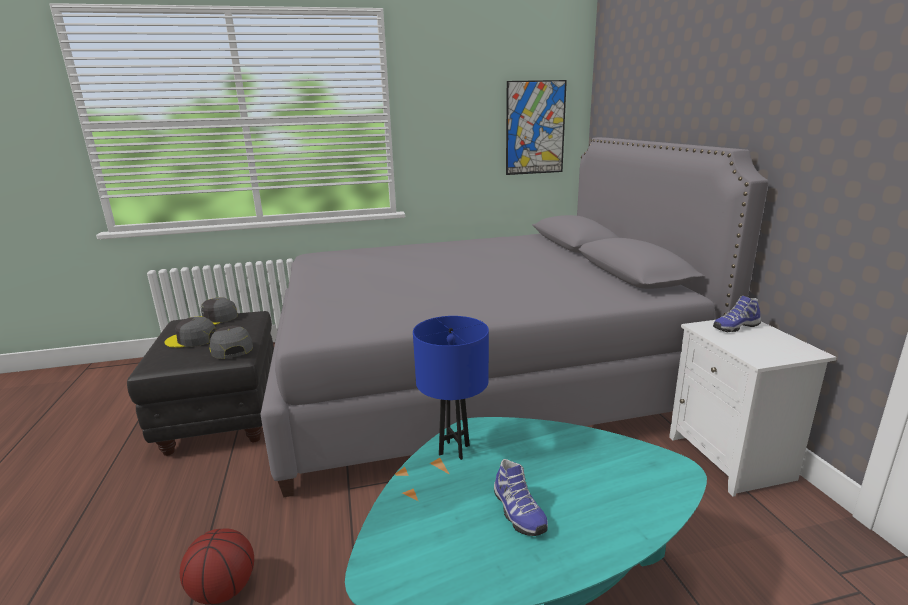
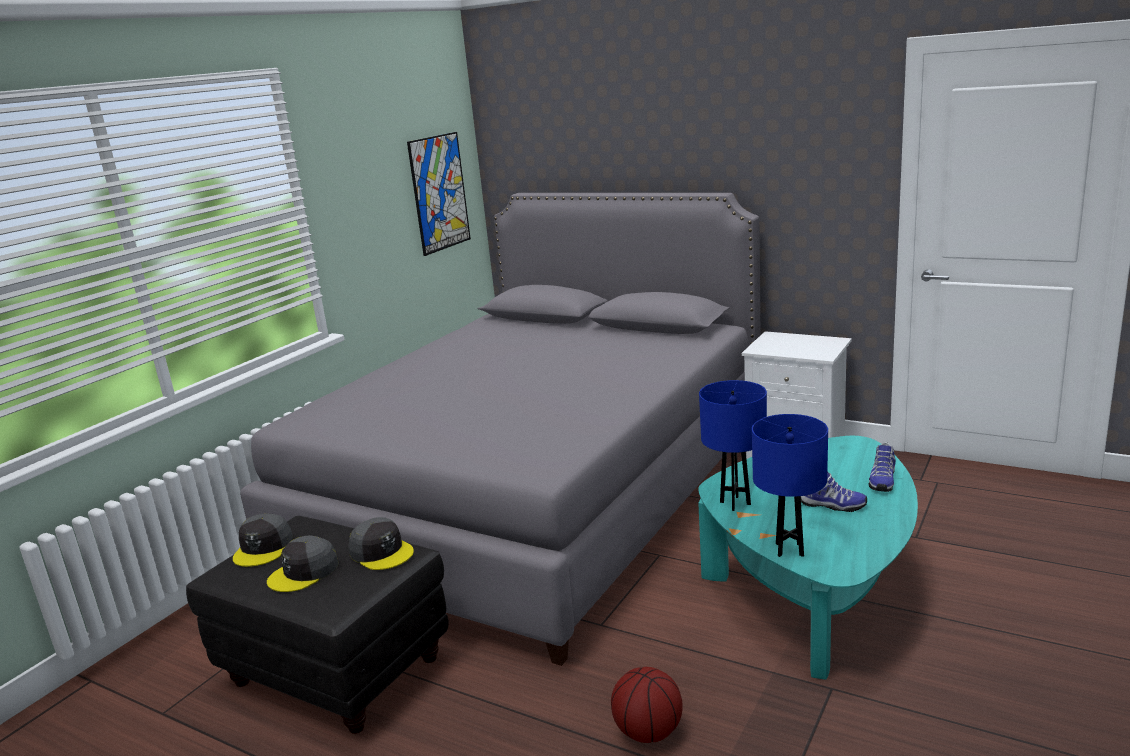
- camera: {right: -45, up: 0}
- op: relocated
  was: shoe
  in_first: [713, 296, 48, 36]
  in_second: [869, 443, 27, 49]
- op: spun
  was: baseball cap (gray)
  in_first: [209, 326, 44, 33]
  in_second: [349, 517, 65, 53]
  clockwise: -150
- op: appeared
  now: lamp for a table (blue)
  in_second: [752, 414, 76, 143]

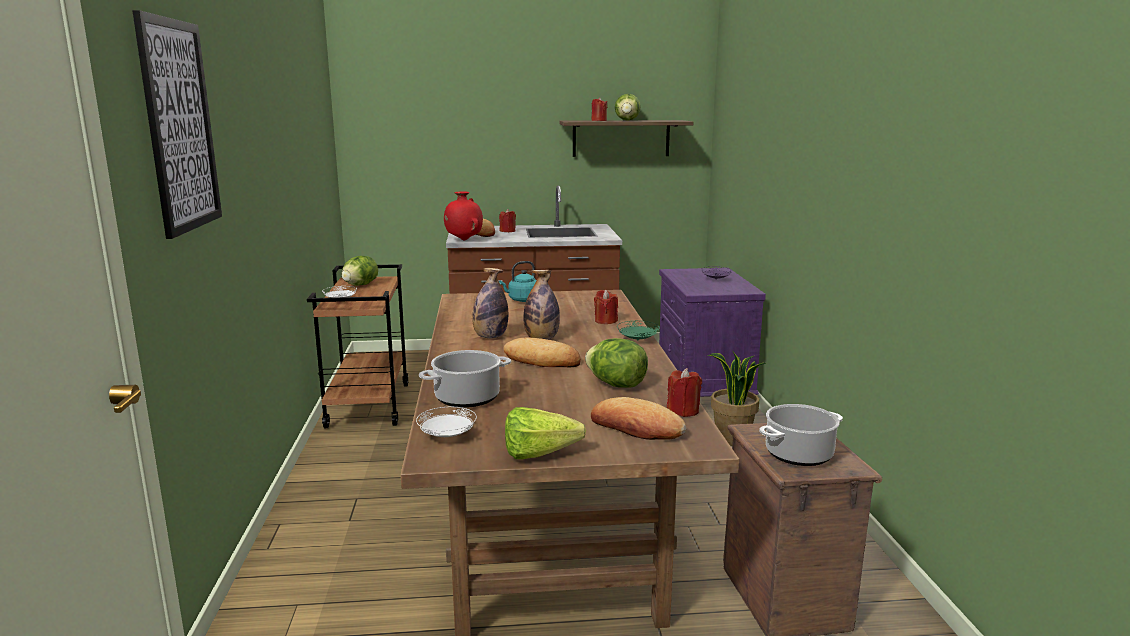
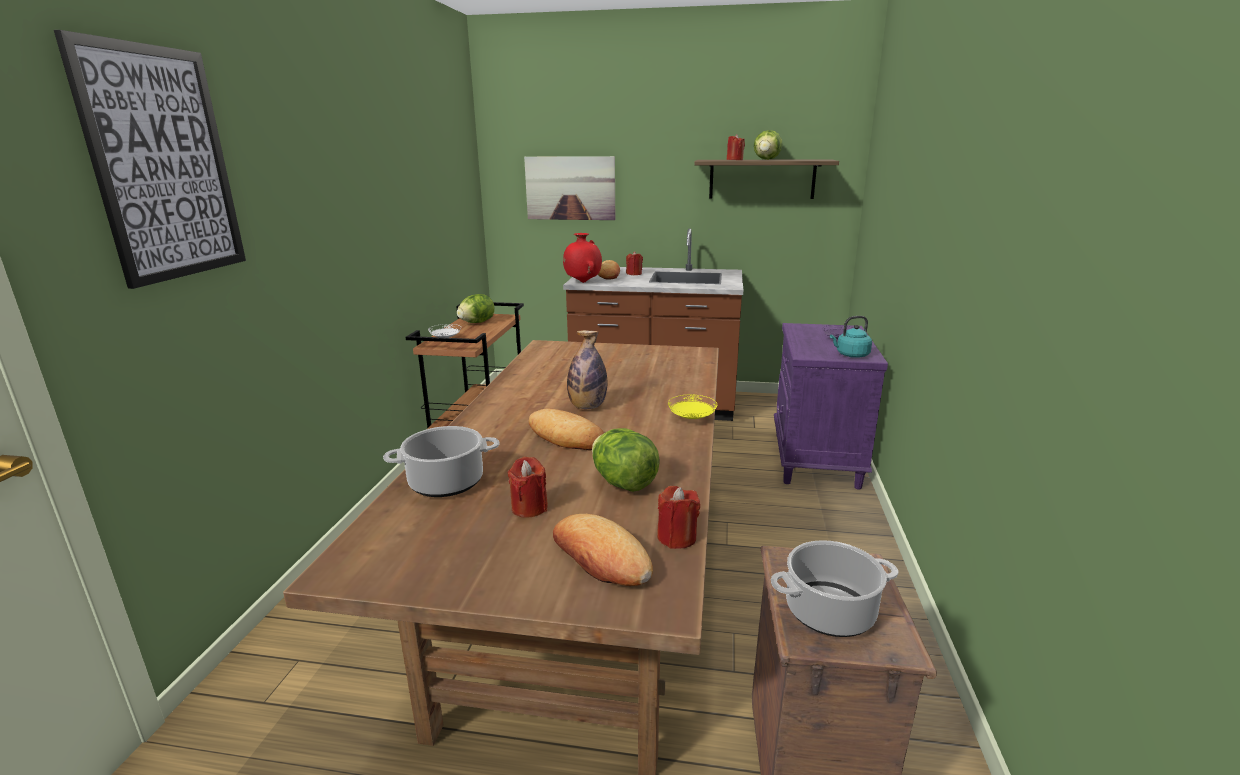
- camera: {right: 15, up: 5}
- op: relocated
  was: kettle (turquoise-coloured)
  in_first: [499, 261, 38, 41]
  in_second: [830, 316, 42, 42]
- op: missing
  was: beverage bottle
  in_first: [472, 268, 36, 70]
- op: relocated
  was: wax light (red-coloured)
  in_first: [594, 290, 24, 34]
  in_second: [507, 457, 41, 61]
- op: colour
  was: flat dish (green-coloured)
  now: flat dish (yellow-coloured)
  in_first: [617, 321, 43, 19]
  in_second: [668, 394, 49, 25]
- op: missing
  was: houseplant
  in_first: [708, 350, 58, 96]
- op: missing
  was: flat dish (white)
  in_first: [416, 407, 61, 30]
- op: missing
  was: head of lettuce
  in_first: [505, 407, 81, 52]
- op: appeared
  now: wall art
  in_second: [524, 156, 91, 64]

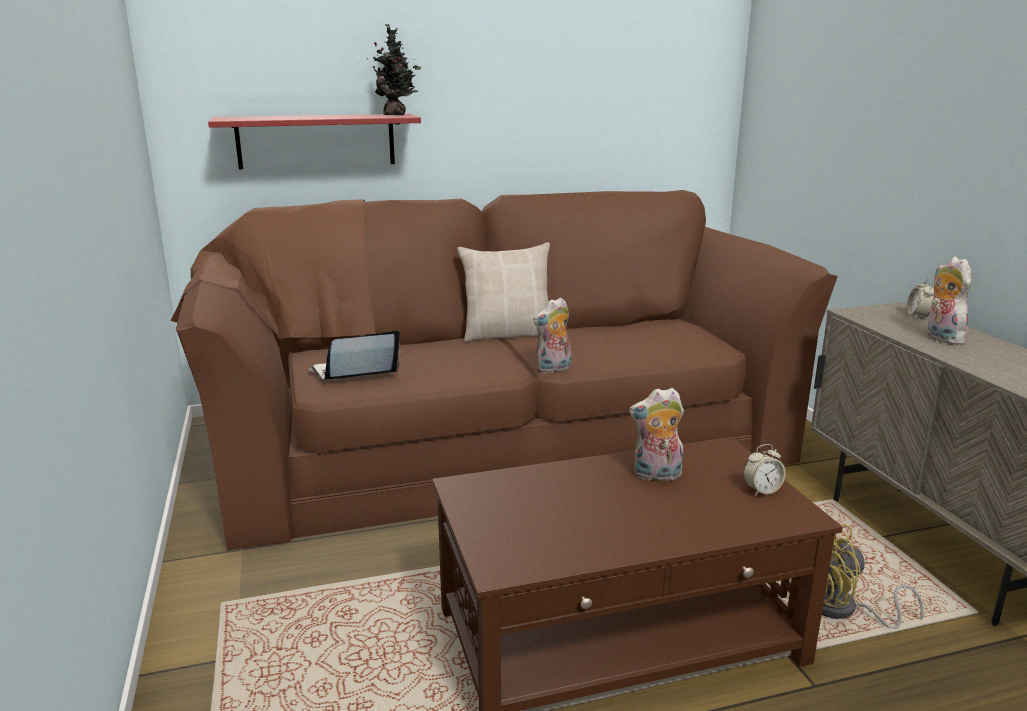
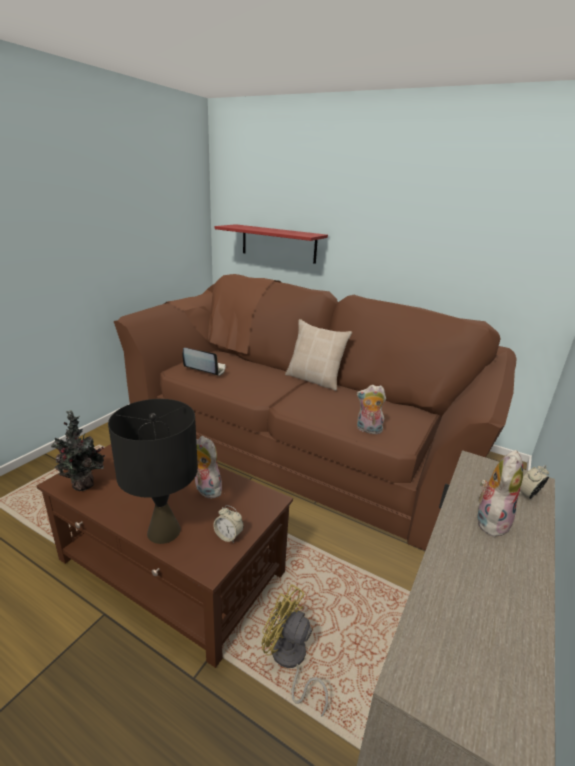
- camera: {right: 45, up: 5}
- op: relocated
  was: houseplant
  in_first: [373, 24, 48, 91]
  in_second: [51, 410, 55, 81]
- op: relocated
  was: cuddly toy
  in_first: [533, 297, 38, 77]
  in_second: [357, 385, 29, 49]
- op: appeared
  now: lamp for a table (blackish)
  in_second: [108, 399, 90, 145]

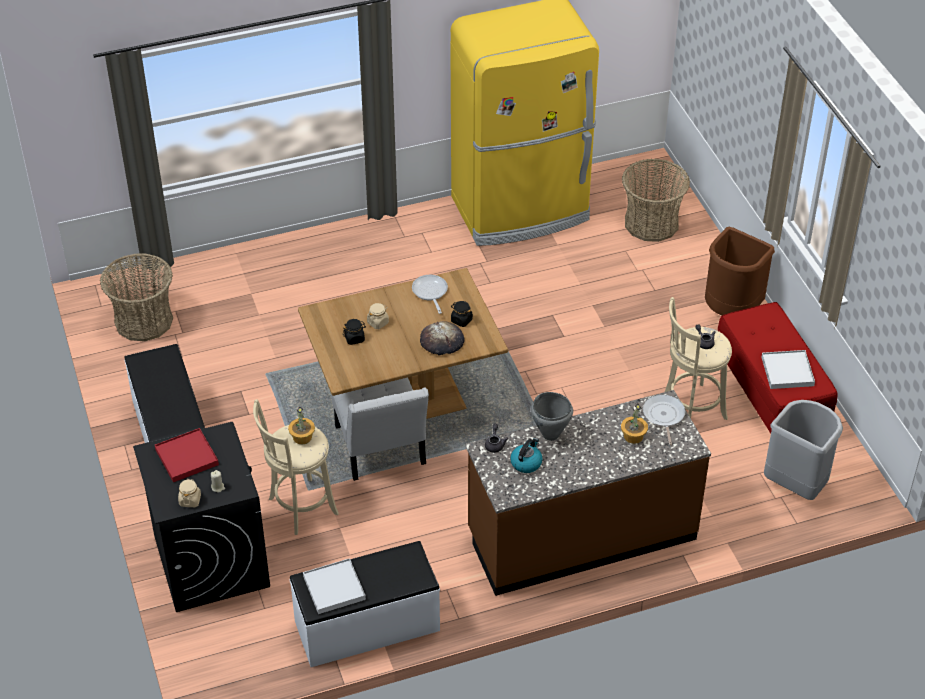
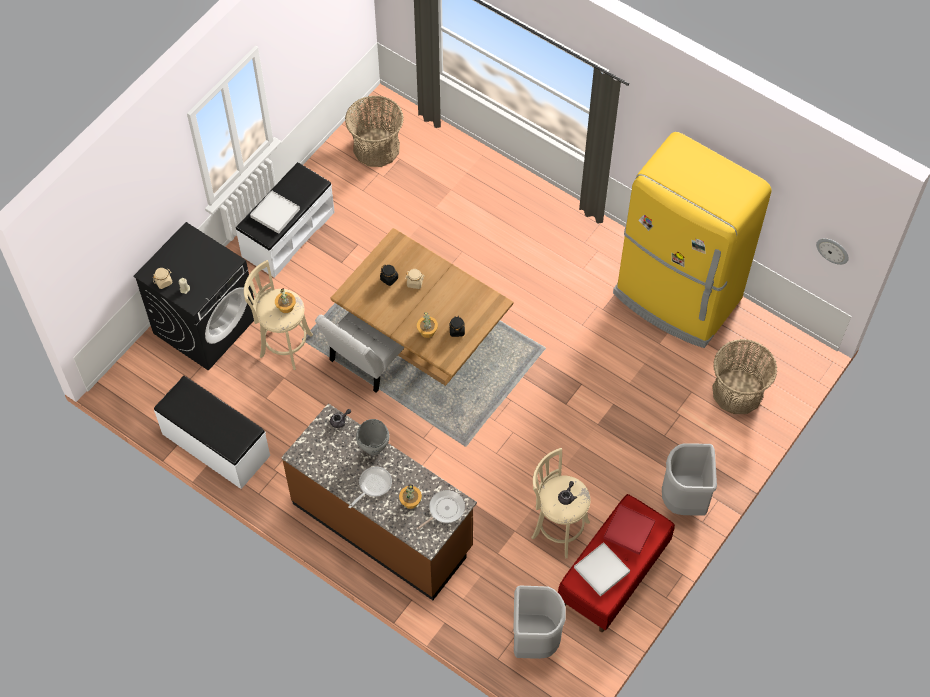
- camera: {right: 55, up: 15}
- op: colour
  was: trash can (brownish)
  now: trash can (gray)
  in_first: [705, 227, 70, 88]
  in_second: [662, 443, 55, 73]
- op: relocated
  was: frying pan
  in_first: [412, 275, 36, 39]
  in_second: [348, 467, 44, 41]
- op: exchanged
  was: baked bread
  now: houseplant
  in_first: [420, 321, 45, 34]
  in_second: [417, 312, 21, 26]
- op: relocated
  was: tray (red-coloured)
  in_first: [155, 428, 64, 54]
  in_second: [603, 504, 53, 51]
- op: missing
  was: kettle
  in_first: [510, 438, 32, 35]
- op: relocated
  was: tray (white)
  in_first: [303, 558, 63, 56]
  in_second: [250, 190, 50, 44]
- op: appeared
  now: clock on the wall
  in_second: [816, 238, 33, 27]

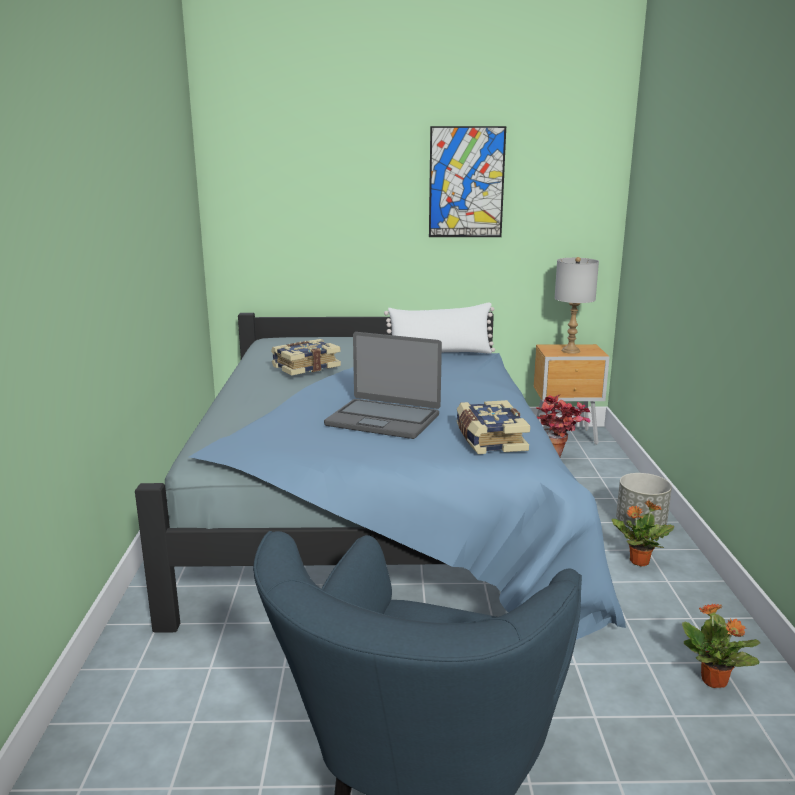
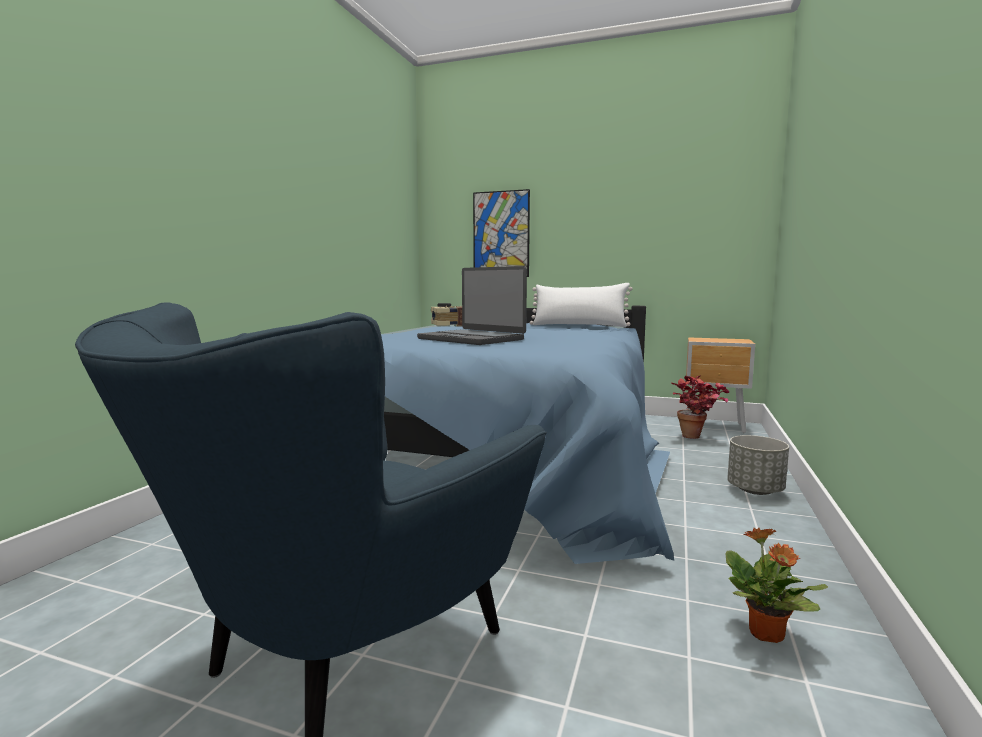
- camera: {right: 20, up: -10}
- op: relocated
  was: wall art
  in_first: [429, 126, 77, 111]
  in_second: [473, 189, 57, 88]
- op: missing
  was: lamp for a table (gray)
  in_first: [555, 257, 44, 97]
- op: missing
  was: bound book
  in_first: [457, 400, 73, 54]
- op: missing
  was: houseplant
  in_first: [612, 500, 62, 67]

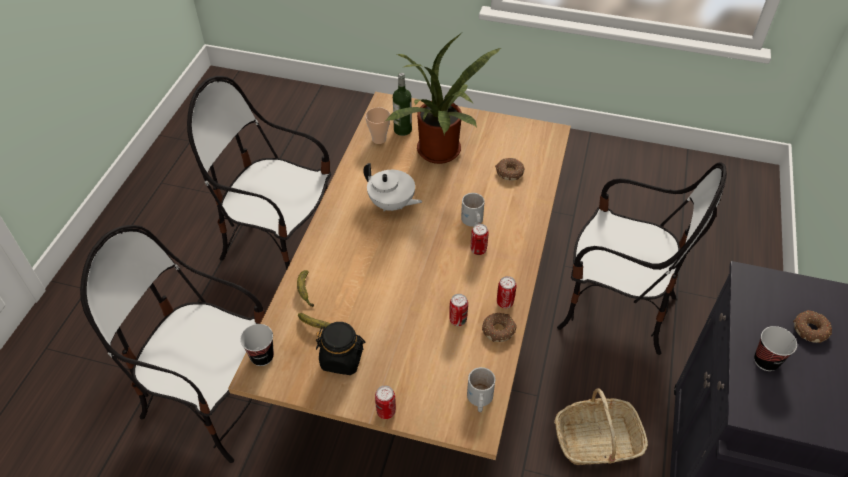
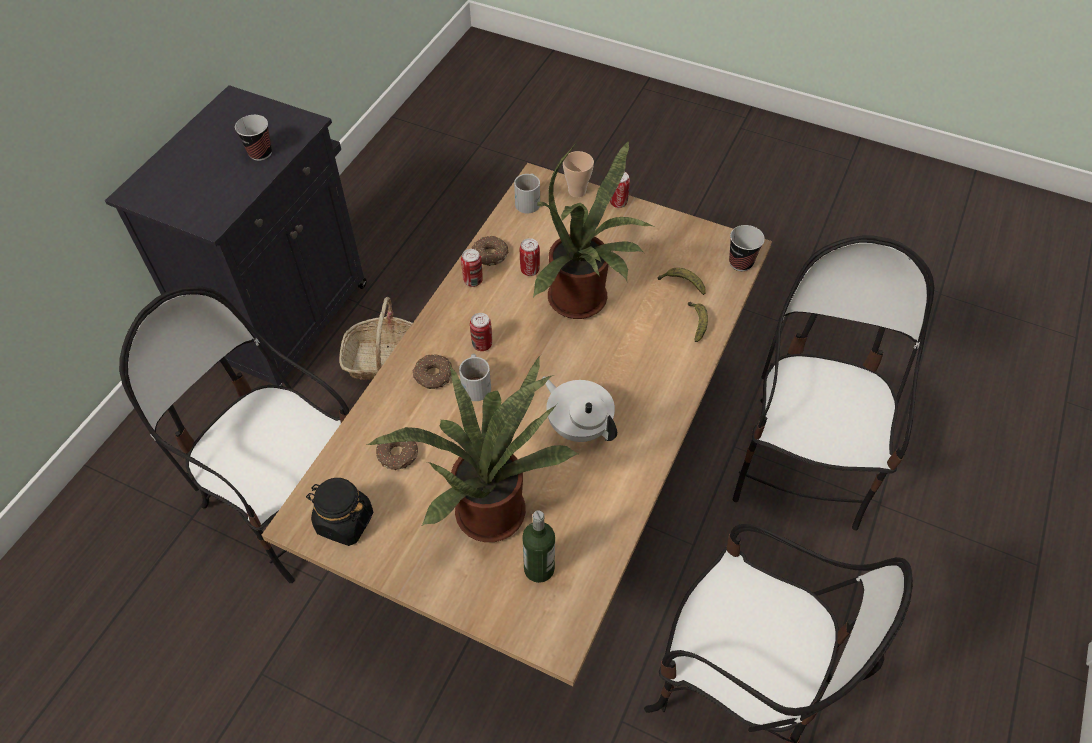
- camera: {right: -170, up: 5}
- op: relocated
  was: cup
  in_first: [365, 107, 25, 37]
  in_second: [563, 151, 31, 47]
- op: spun
  was: plain chair
  in_first: [80, 225, 185, 238]
  in_second: [732, 235, 202, 296]
  clockwise: -105
- op: relocated
  was: doughnut
  in_first: [793, 310, 39, 33]
  in_second: [412, 354, 40, 35]
- op: relocated
  was: jar (blackish)
  in_first: [316, 322, 49, 53]
  in_second: [306, 478, 67, 68]
- op: appeared
  now: houseplant
  in_second: [533, 141, 121, 178]

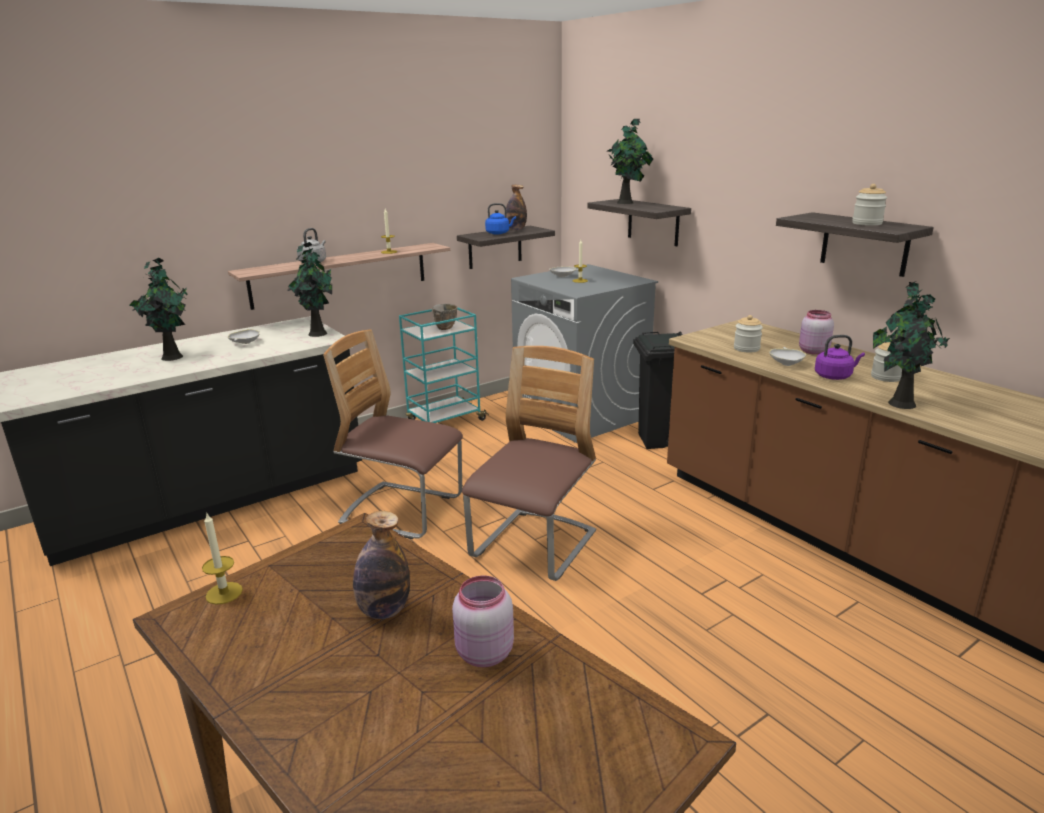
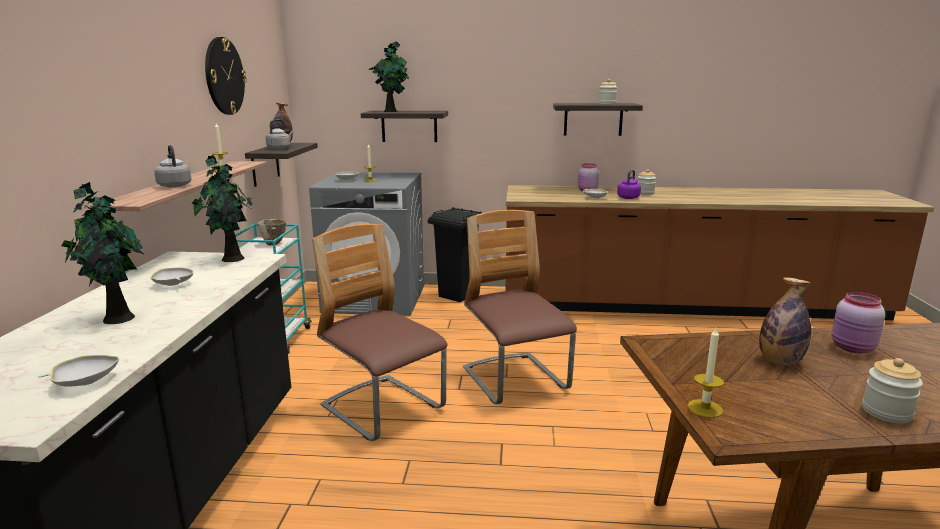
- camera: {right: -50, up: -5}
- op: colour
  was: kettle (blue)
  now: kettle (gray)
  in_first: [485, 203, 31, 31]
  in_second: [266, 119, 27, 30]
- op: missing
  was: houseplant
  in_first: [873, 281, 77, 128]
- op: relocated
  was: jar
  in_first: [734, 315, 29, 38]
  in_second: [862, 358, 61, 66]
- op: spun
  was: plain chair
  in_first: [323, 329, 140, 210]
  in_second: [312, 224, 135, 217]
  clockwise: 75
- op: appeared
  now: clock on the wall
  in_second: [205, 37, 42, 78]
- op: appeared
  now: deep dish (white)
  in_second: [38, 355, 81, 32]

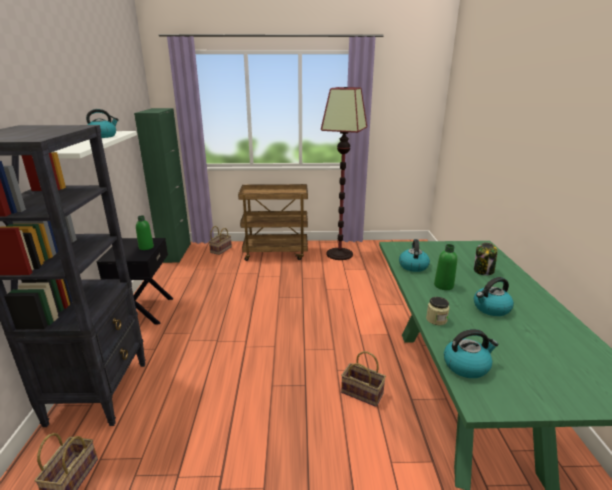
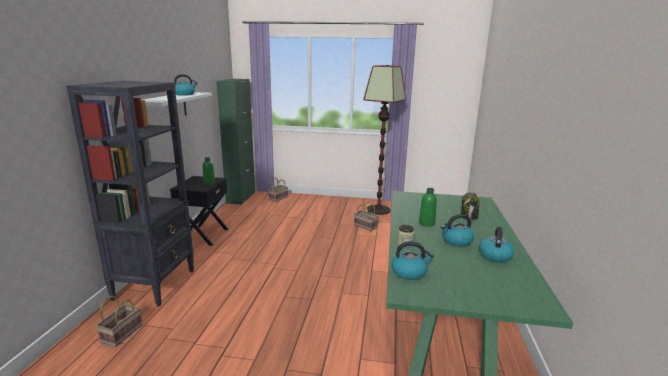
- camera: {right: 10, up: -5}
- op: missing
  was: cart (brownish)
  in_first: [238, 184, 70, 77]
- op: relocated
  was: kettle
  in_first: [399, 239, 31, 33]
  in_second: [479, 226, 35, 36]
- op: relocated
  was: basket
  in_first: [341, 351, 45, 56]
  in_second: [354, 202, 24, 29]

